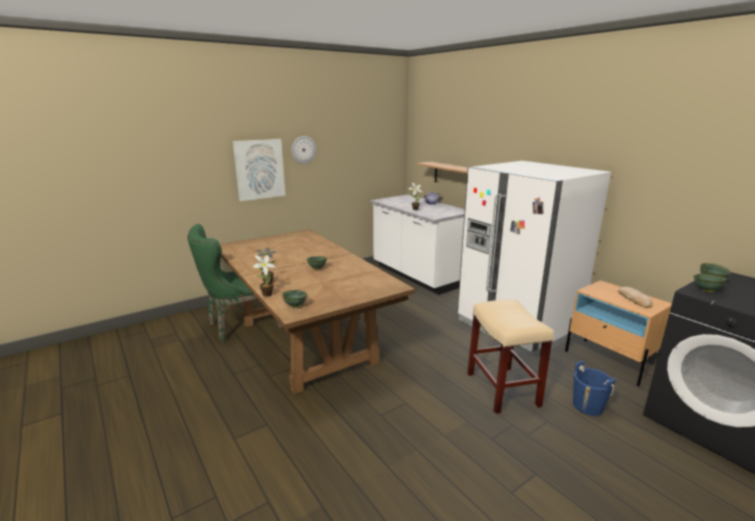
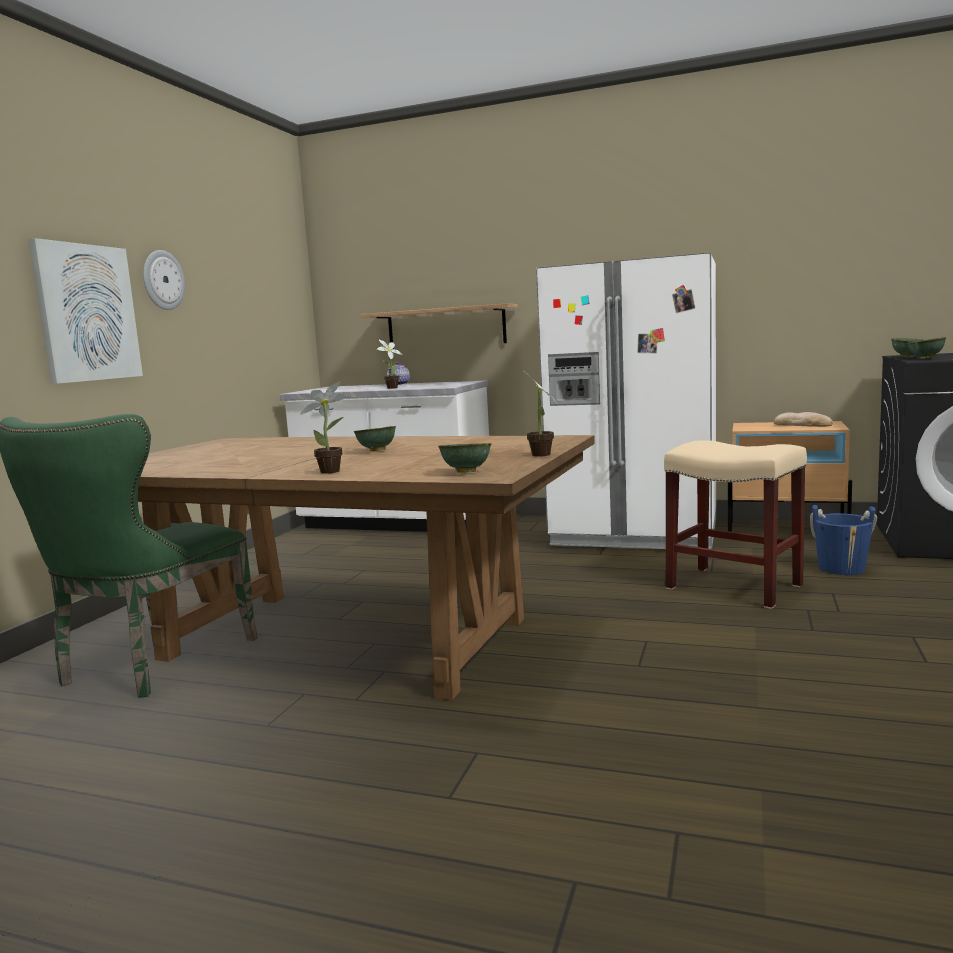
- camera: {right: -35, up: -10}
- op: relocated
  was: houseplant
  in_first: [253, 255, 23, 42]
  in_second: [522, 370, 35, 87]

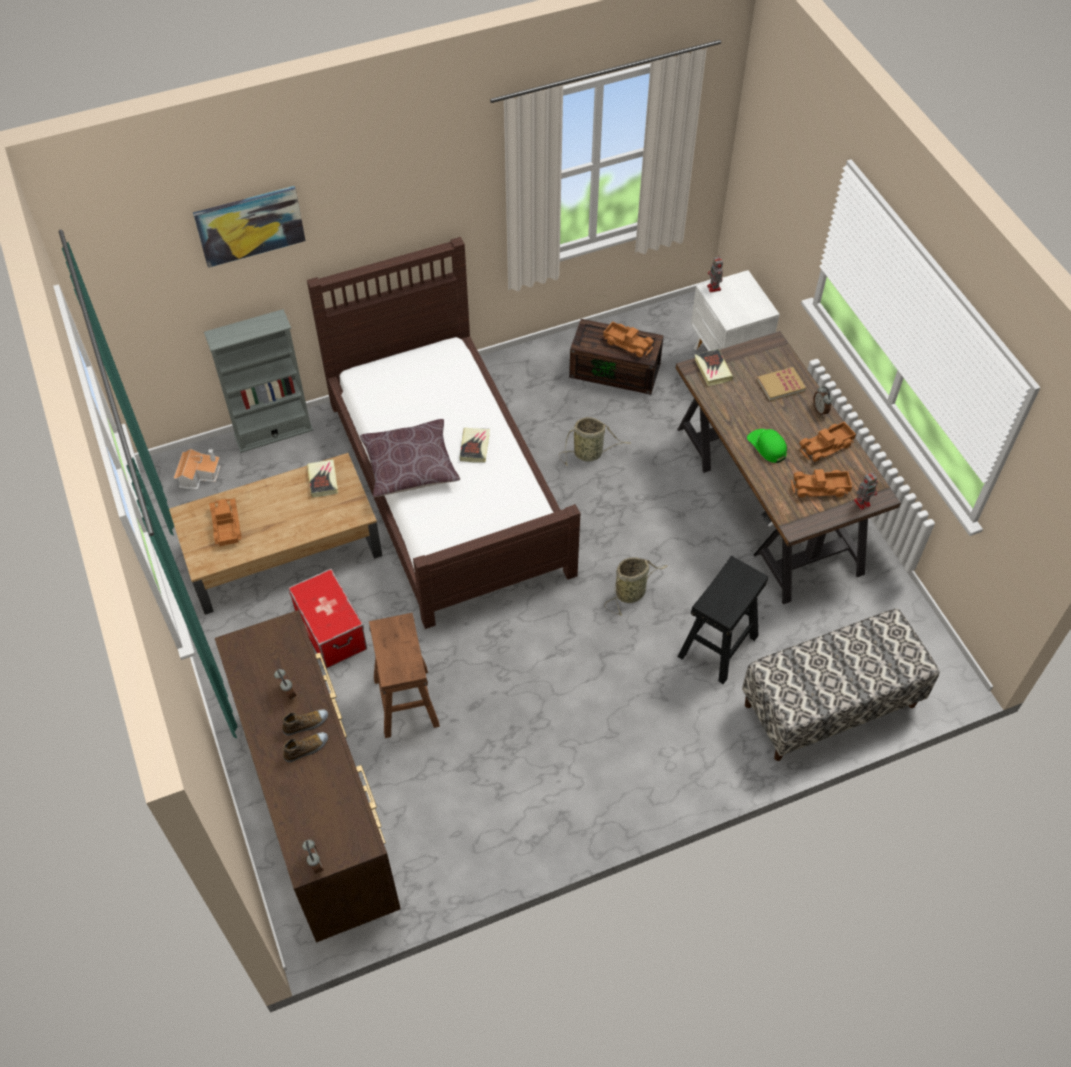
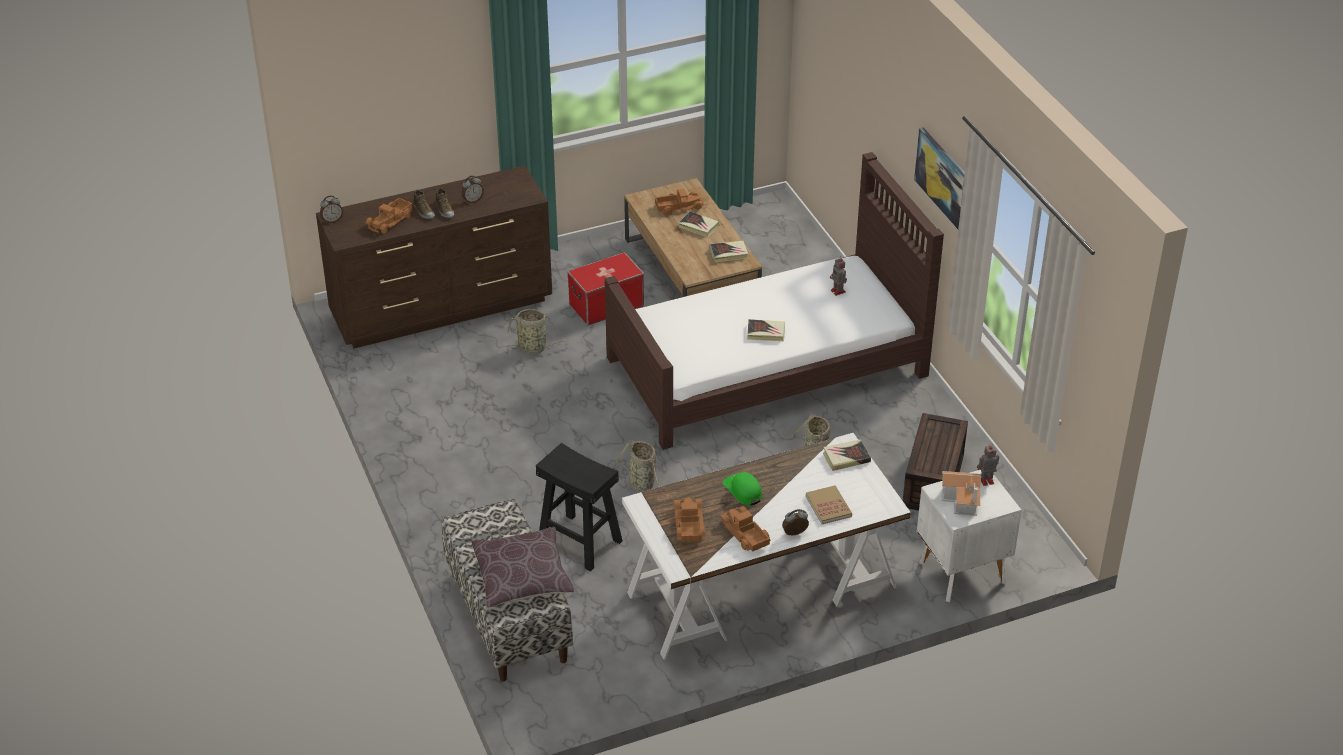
- camera: {right: 90, up: -15}
- op: relocated
  was: wall art
  in_first: [193, 186, 113, 82]
  in_second: [914, 127, 51, 102]
- op: missing
  was: shelving unit (gray)
  in_first: [204, 309, 109, 144]
- op: relocated
  was: model truck
  in_first: [603, 321, 51, 36]
  in_second: [366, 198, 47, 36]
- op: colour
  was: desk table (brownish)
  now: desk table (white)
  in_first: [676, 331, 225, 273]
  in_second: [622, 433, 289, 227]
- op: relocated
  was: pillow (brownish)
  in_first: [360, 419, 100, 78]
  in_second: [471, 527, 103, 81]
- op: spun
  was: baseball cap (green-coloured)
  in_first: [747, 429, 40, 34]
  in_second: [722, 472, 40, 34]
  clockwise: -90
- op: relocated
  was: toy house
  in_first: [174, 449, 47, 41]
  in_second: [942, 471, 39, 45]
- op: relocated
  was: robot figure
  in_first: [854, 472, 24, 38]
  in_second: [830, 256, 17, 40]
- op: exchanged
  was: stool seat (brownish)
  now: basket
  in_first: [369, 613, 71, 125]
  in_second: [503, 309, 72, 46]
- op: appeared
  now: bound book
  in_second: [678, 211, 41, 26]

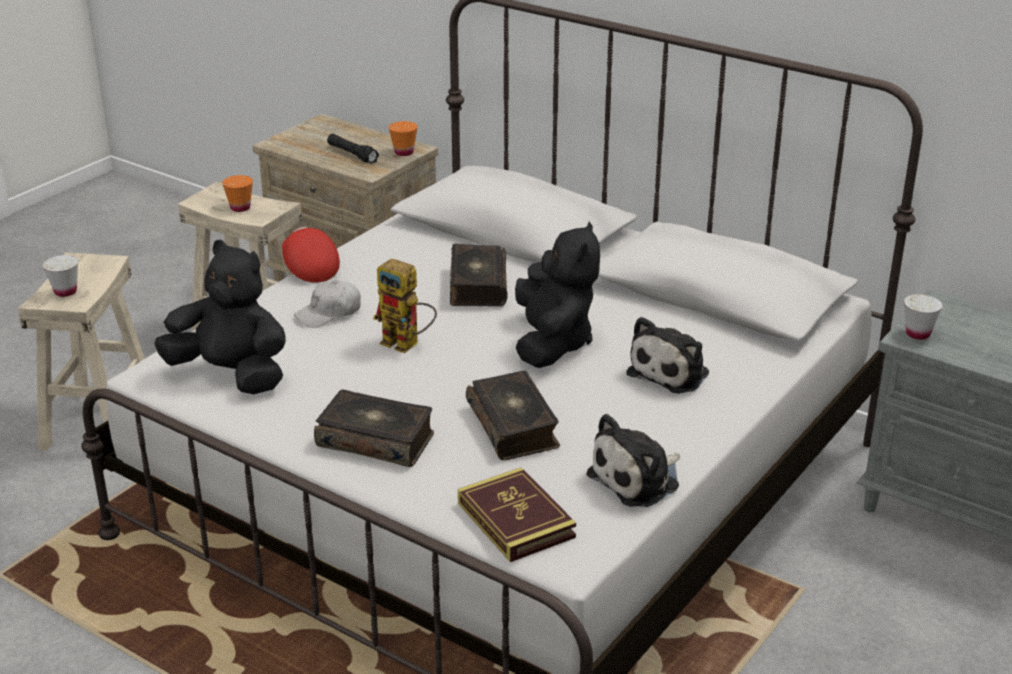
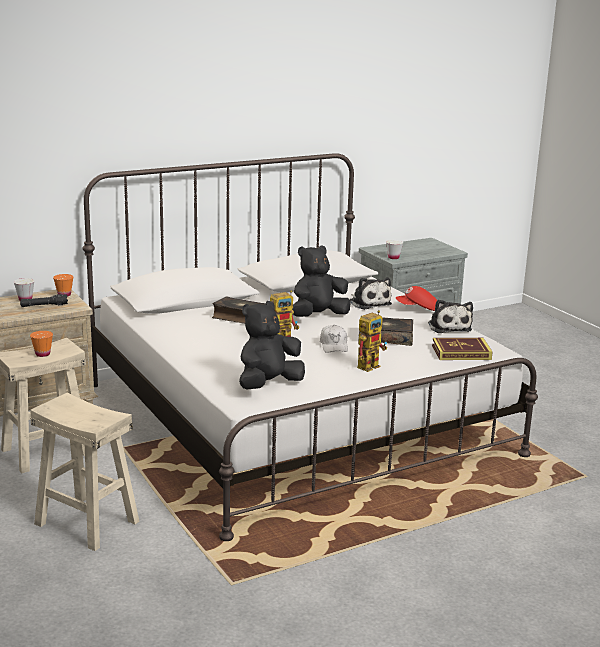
- camera: {right: -65, up: -10}
- op: spun
  was: cuddly toy (blackish)
  in_first: [515, 221, 85, 147]
  in_second: [292, 245, 58, 72]
  clockwise: -60
- op: relocated
  was: baseball cap (red-coloured)
  in_first: [282, 227, 58, 56]
  in_second: [396, 286, 41, 25]
- op: relocated
  was: cup (white)
  in_first: [43, 255, 35, 42]
  in_second: [14, 278, 20, 22]
- op: relocated
  was: baseball cap (white)
  in_first: [294, 280, 67, 48]
  in_second: [320, 325, 28, 28]
- op: exchanged
  was: bound book
  now: robot figure
  in_first: [314, 390, 120, 77]
  in_second: [357, 310, 30, 62]

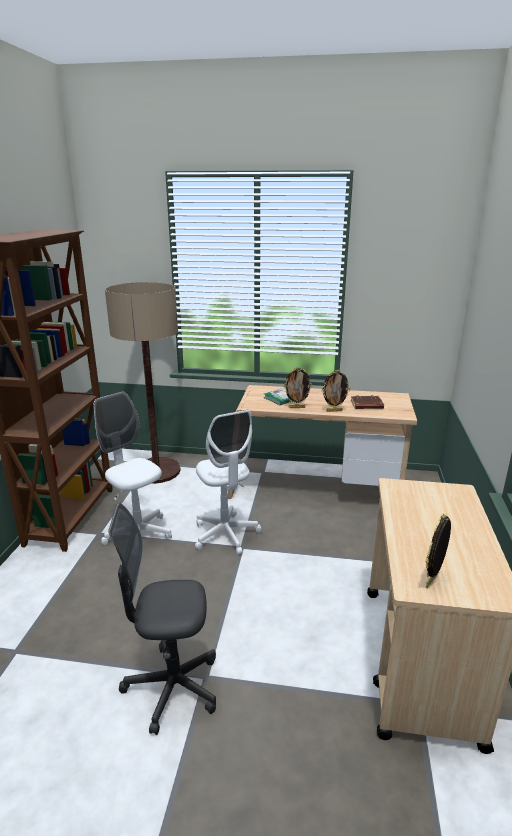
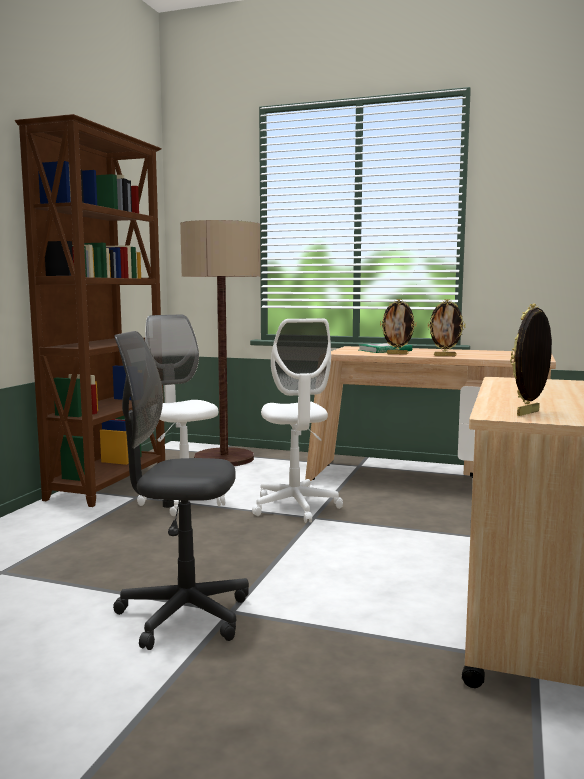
- camera: {right: 10, up: -15}
- op: missing
  was: bound book (brownish)
  in_first: [351, 395, 33, 14]

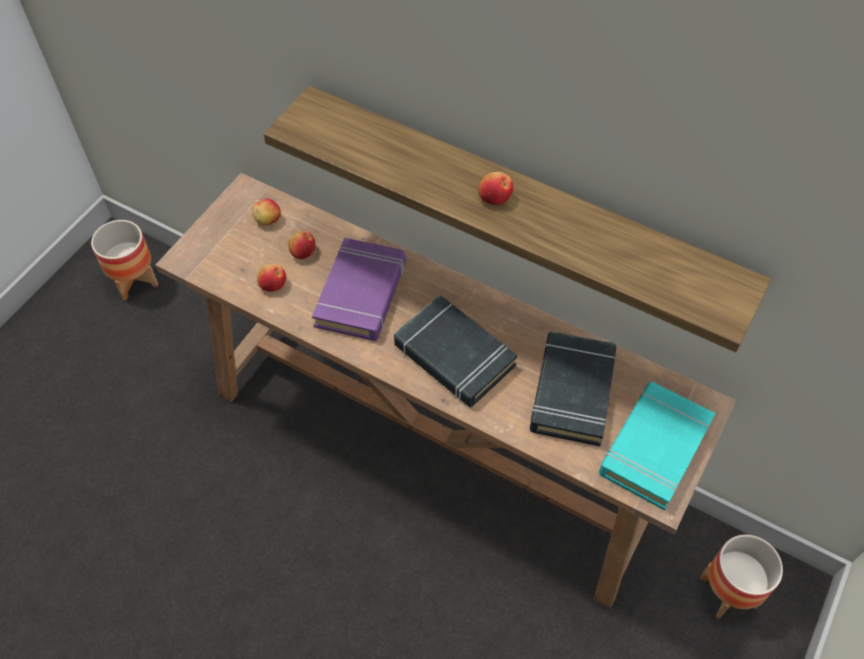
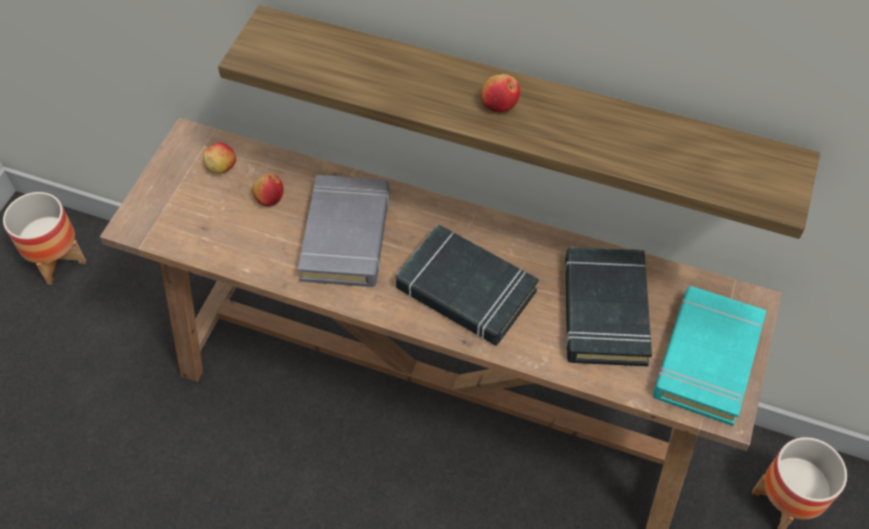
- camera: {right: -10, up: 0}
- op: colour
  was: bound book (purple-coloured)
  now: bound book (gray)
  in_first: [312, 238, 93, 103]
  in_second: [298, 175, 91, 112]
- op: missing
  was: whole apple
  in_first: [257, 264, 29, 27]

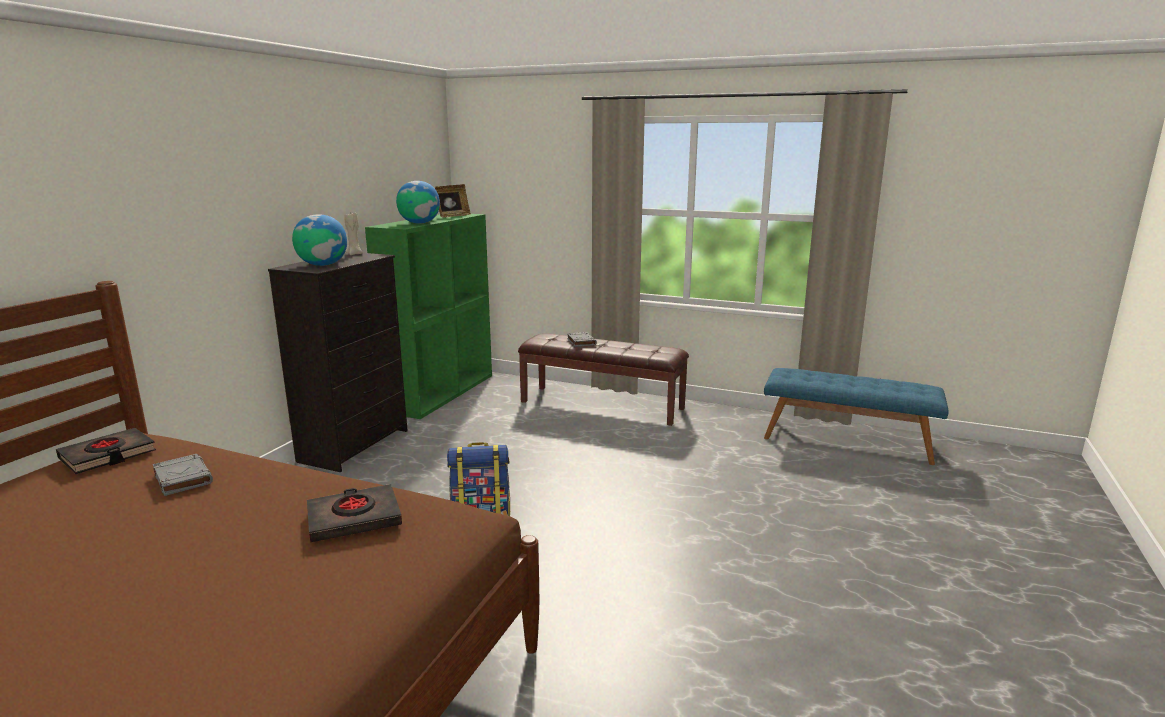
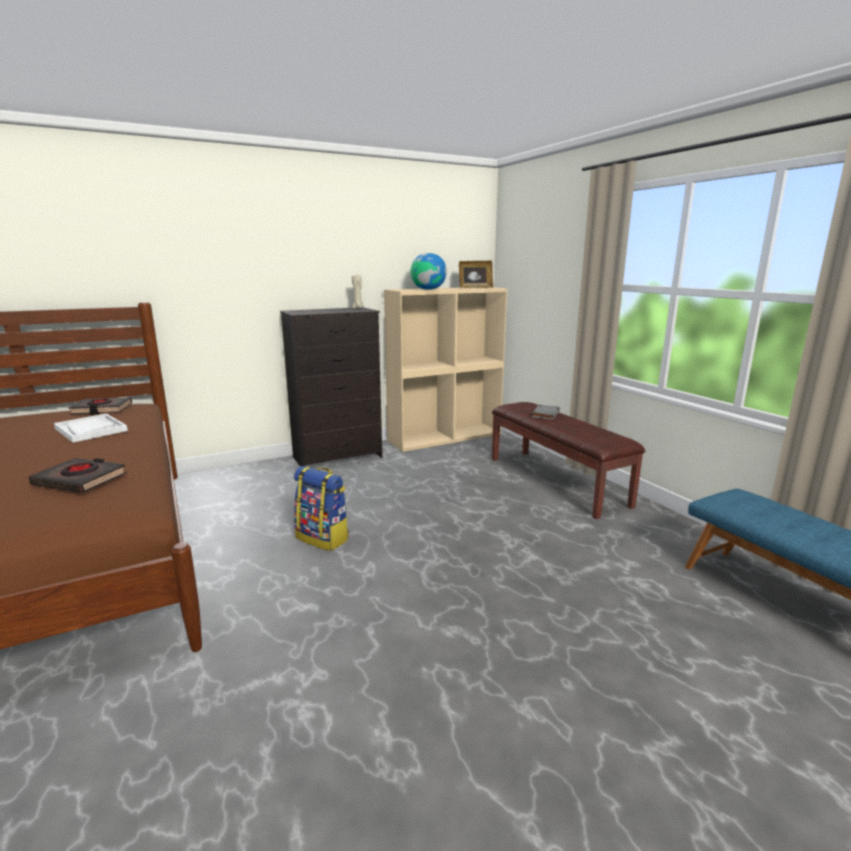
- camera: {right: 40, up: 0}
- op: missing
  was: desk globe
  in_first: [292, 214, 55, 52]
- op: colour
  was: shelving unit (green-coloured)
  now: shelving unit (beige-coloured)
  in_first: [365, 214, 127, 205]
  in_second: [384, 287, 123, 165]
- op: exchanged
  was: bound book (gray)
  now: tray (white)
  in_first: [153, 454, 60, 42]
  in_second: [54, 414, 74, 29]

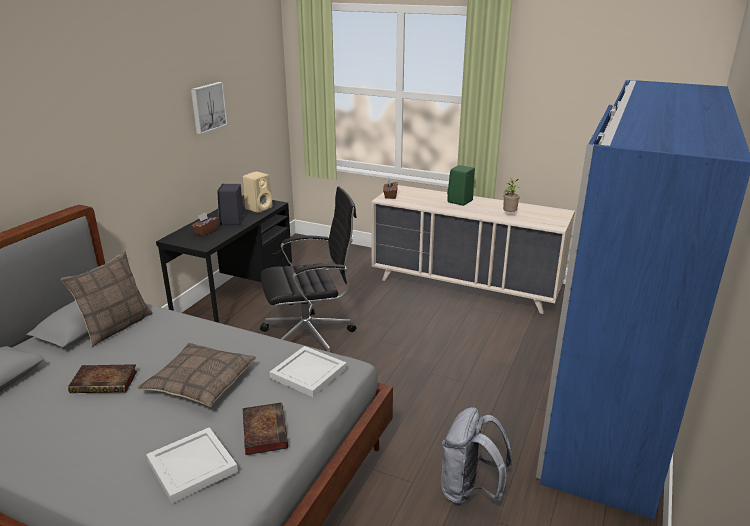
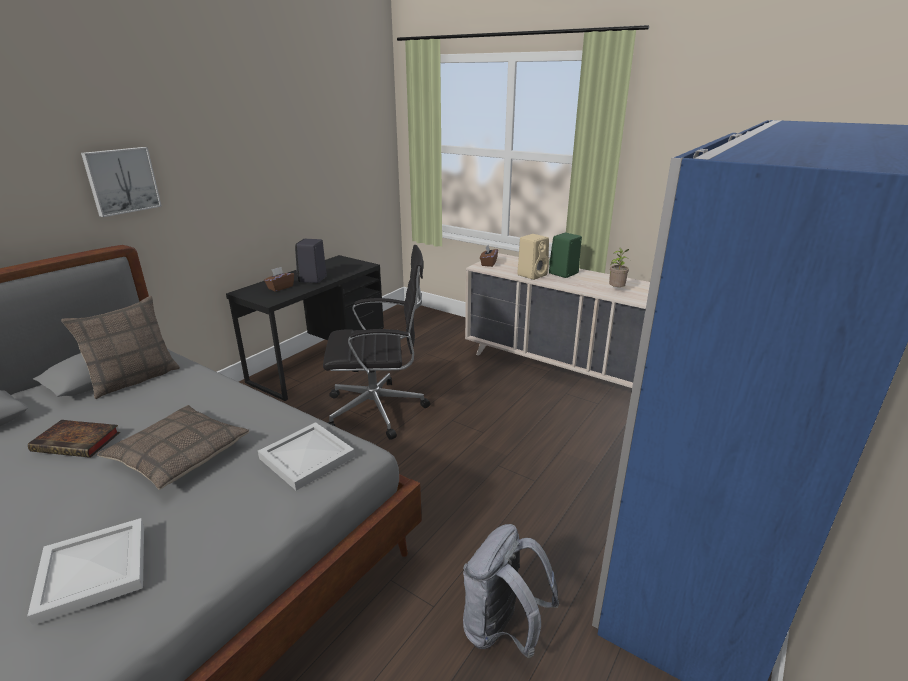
- camera: {right: 10, up: 0}
- op: relocated
  was: wall art
  in_first: [191, 82, 36, 52]
  in_second: [81, 147, 81, 70]
- op: relocated
  was: loudspeaker (beige-coloured)
  in_first: [243, 171, 30, 42]
  in_second: [517, 234, 32, 46]
- op: missing
  was: bound book
  in_first: [243, 403, 45, 52]

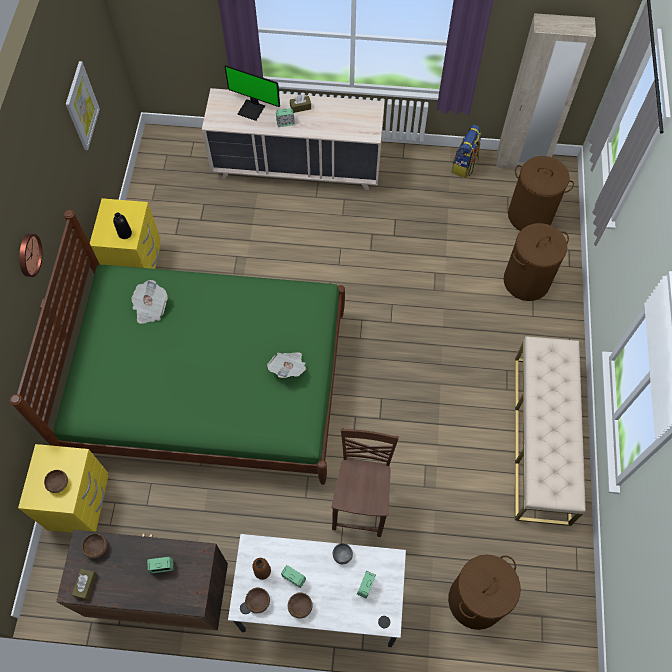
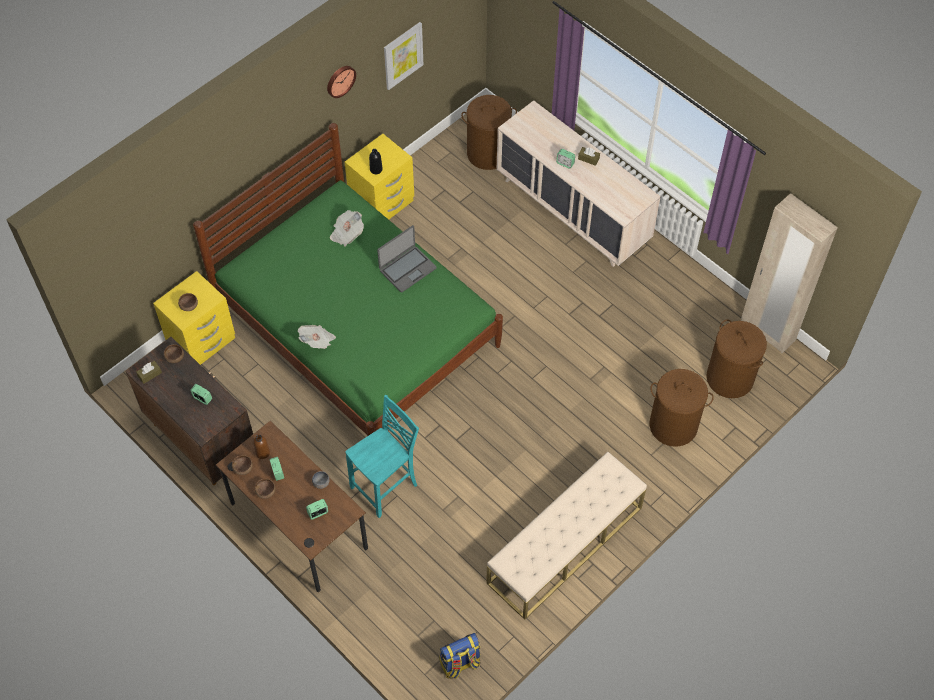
- camera: {right: 40, up: -5}
- op: missing
  was: monitor
  in_first: [224, 65, 56, 56]
- op: relocated
  was: rucksack
  in_first: [452, 125, 29, 53]
  in_second: [439, 633, 42, 46]
- op: relocated
  was: clock on the wall
  in_first: [19, 234, 24, 43]
  in_second: [327, 66, 29, 32]
- op: relocated
  was: newspaper
  in_first: [267, 352, 39, 26]
  in_second: [298, 325, 38, 24]
- op: colour
  was: plain chair (brownish)
  now: plain chair (turquoise-coloured)
  in_first: [331, 428, 68, 109]
  in_second: [345, 395, 74, 123]
- op: colour
  was: desk table (white)
  now: desk table (brownish)
  in_first: [228, 534, 178, 113]
  in_second: [216, 421, 152, 171]
- op: relocated
  was: washing basket (brownish)
  in_first: [448, 555, 72, 75]
  in_second: [461, 95, 56, 75]
- op: appeared
  now: laptop
  in_second: [377, 225, 60, 67]

